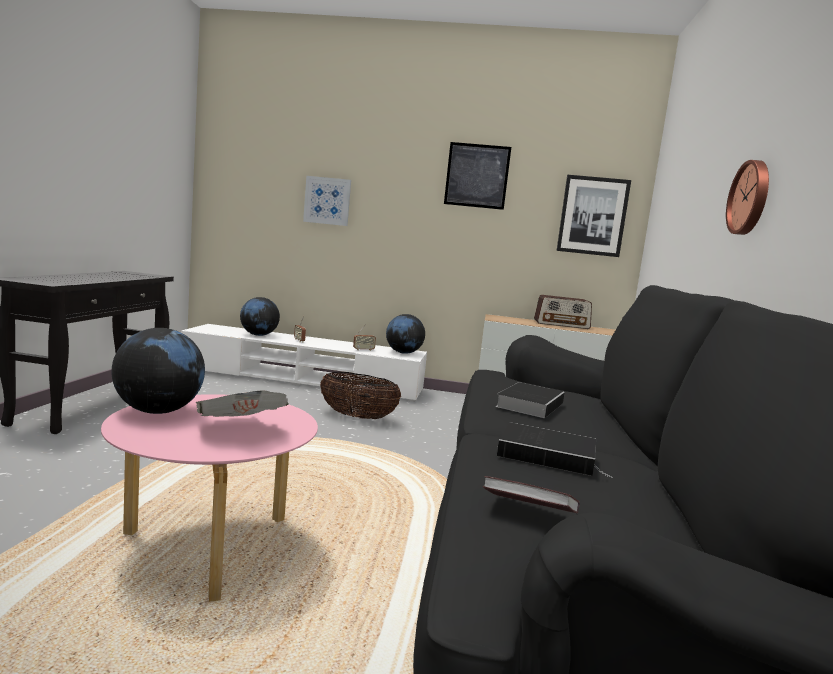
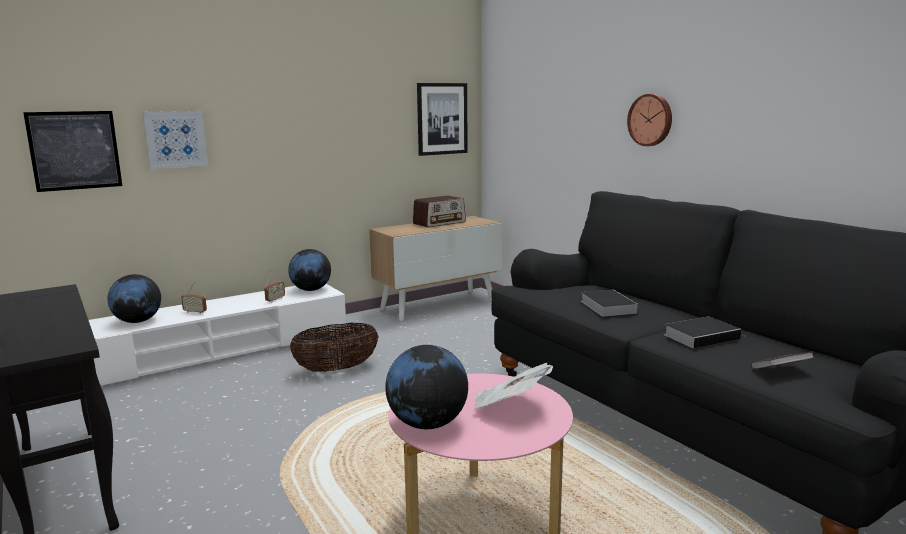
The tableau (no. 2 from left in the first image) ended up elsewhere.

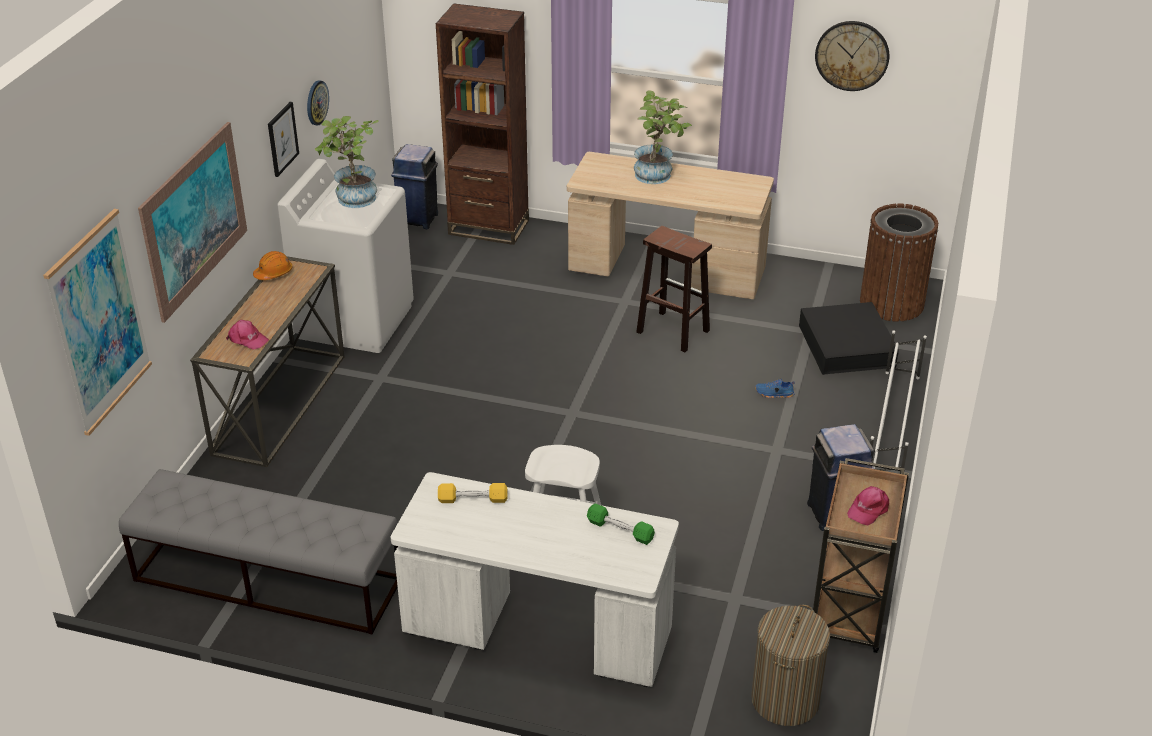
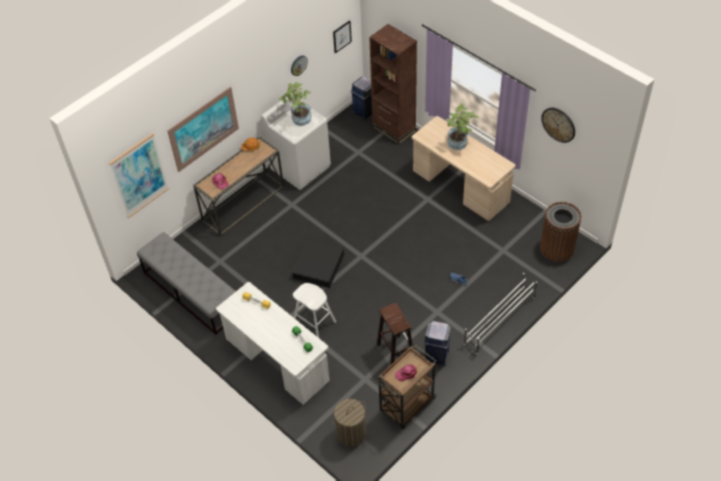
The tableau (no. 3 from left) ended up elsewhere.
The tabouret [marron] ended up elsewhere.
The boîte de rangement [noir] ended up elsewhere.

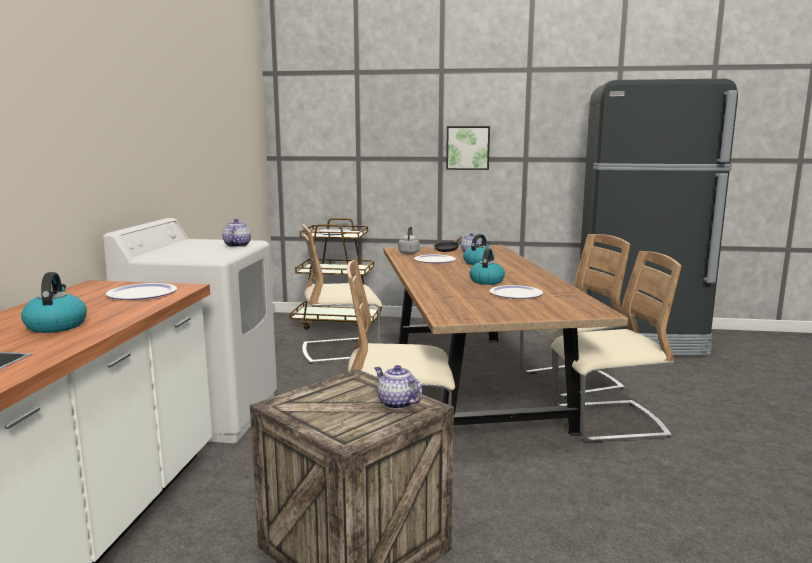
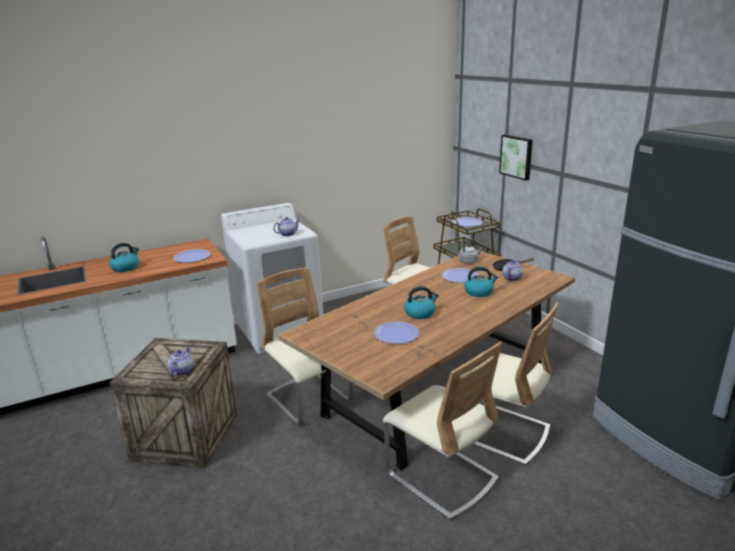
The tableau ended up elsewhere.

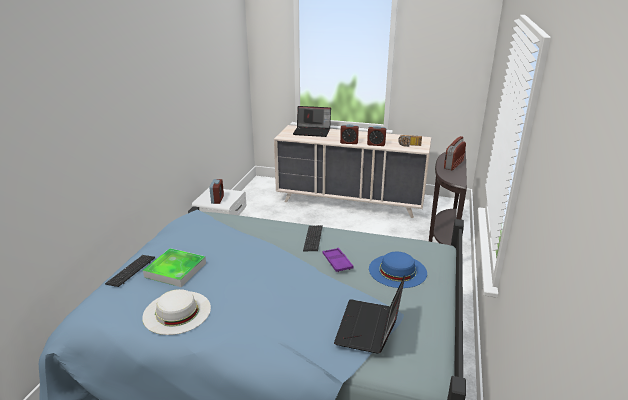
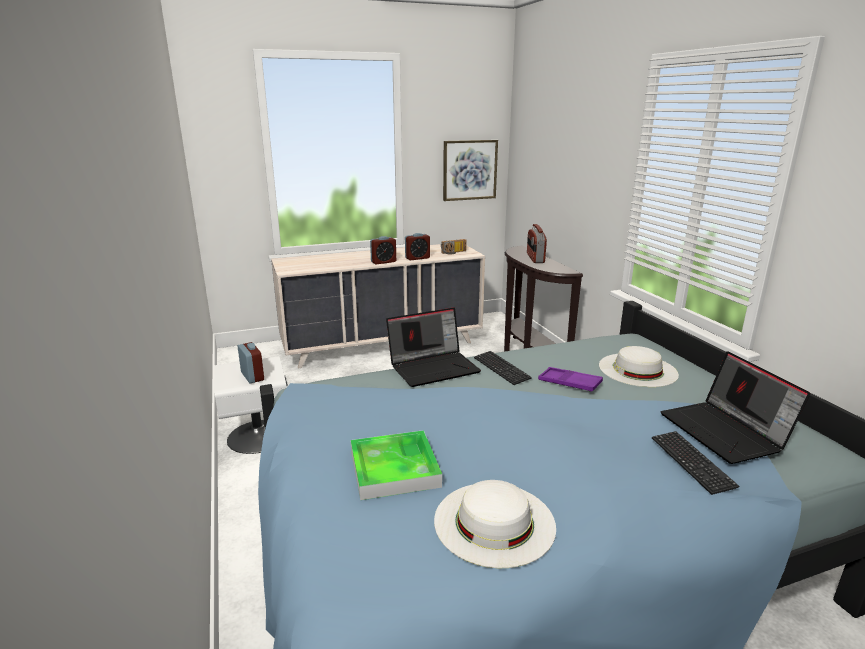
The second view gained the tableau.
The clavier (no. 1 from left in the first image) ended up elsewhere.
The ordinateur portable (no. 1 from left) ended up elsewhere.
What was the chapeau [bleu] turned into the chapeau [blanc] (no. 2 from left).

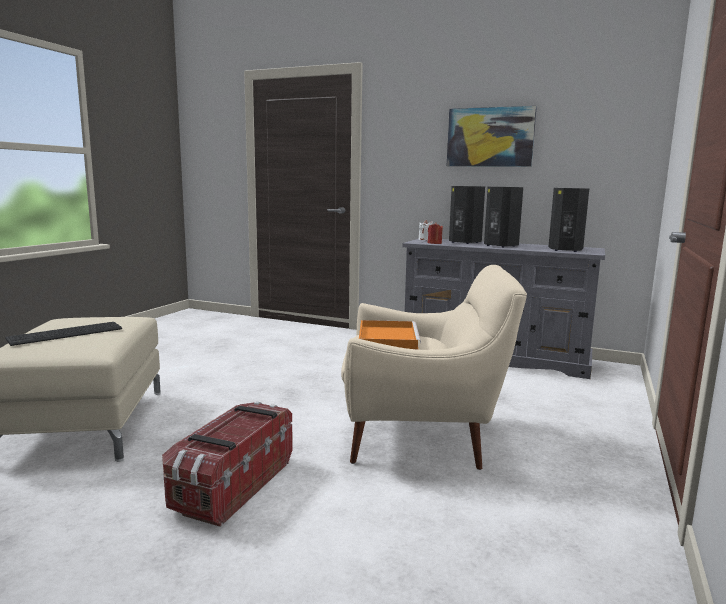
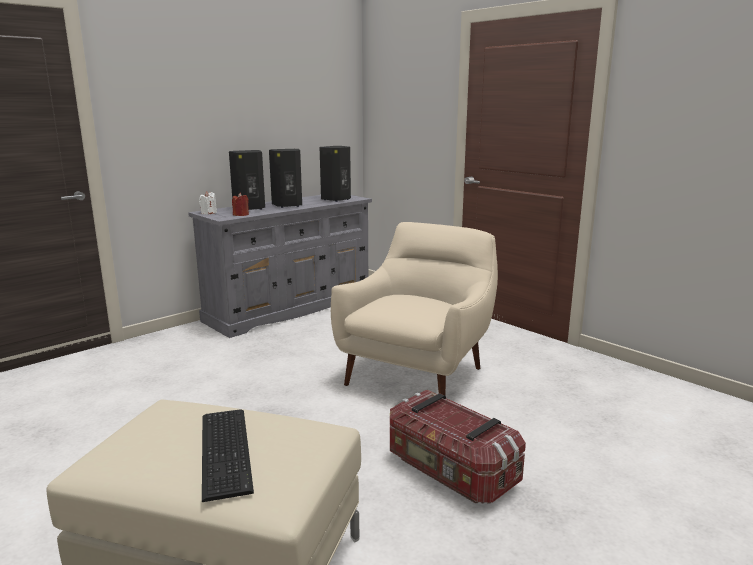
The second view lost the plateau [orange].
The second view lost the tableau.

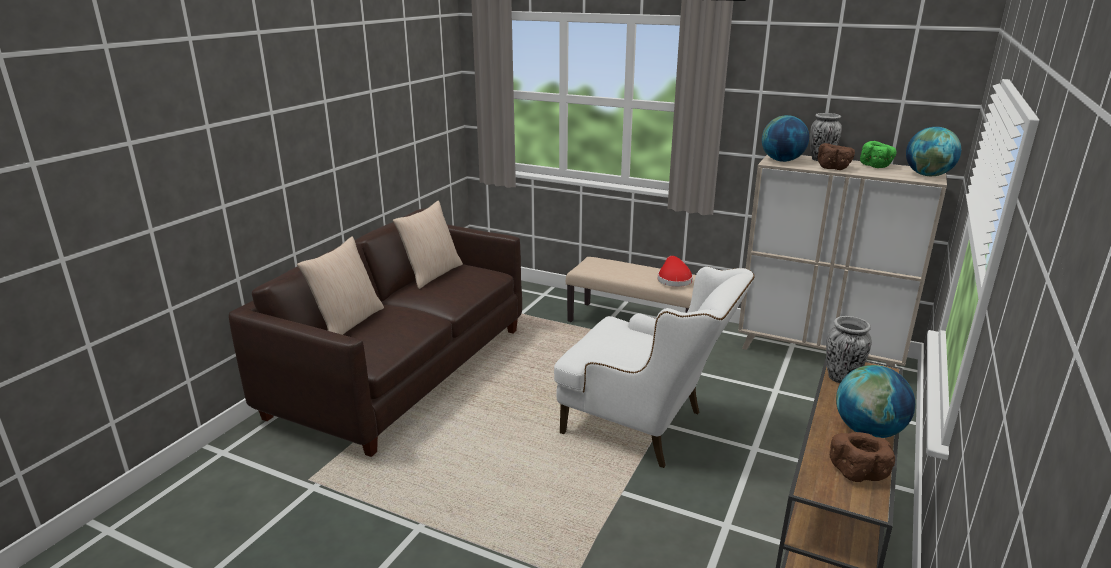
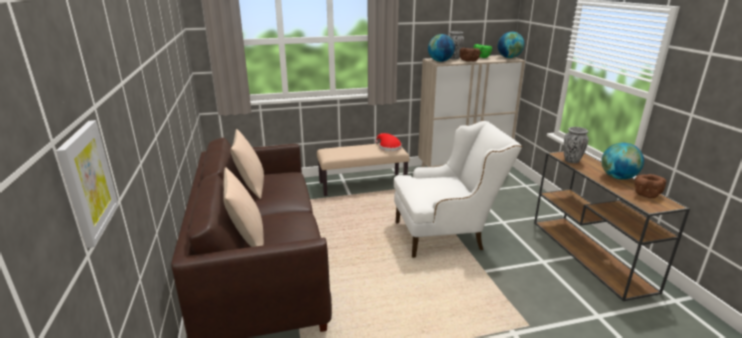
The second view gained the tableau.

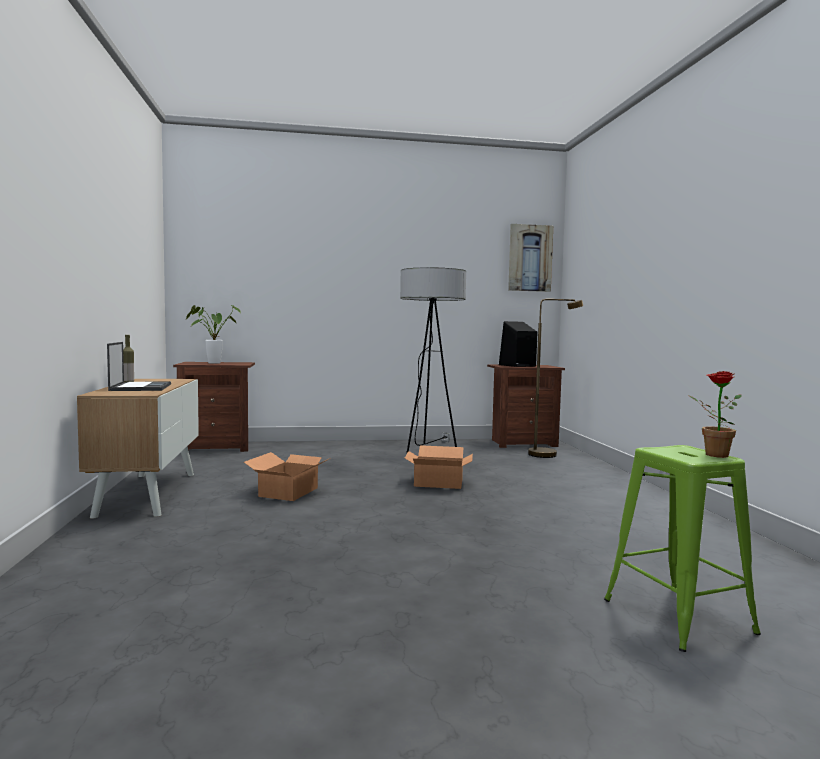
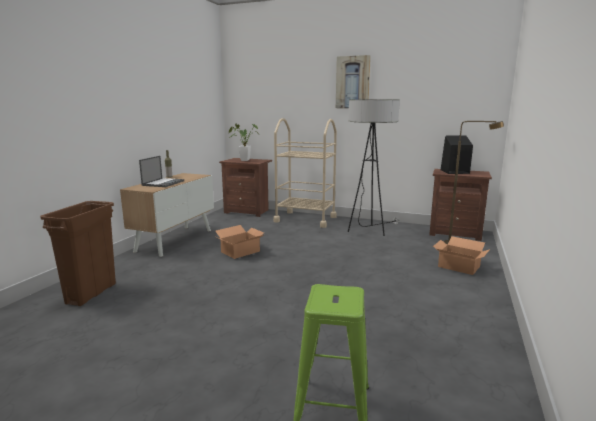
The second view lost the plante en pot (no. 2 from left).
The second view gained the poubelle [marron].
The second view gained the chariot [beige].
The carton (no. 2 from left) ended up elsewhere.
The tableau ended up elsewhere.

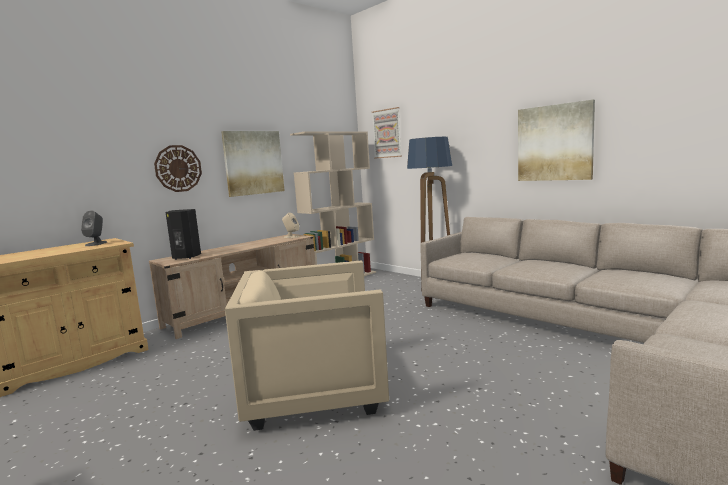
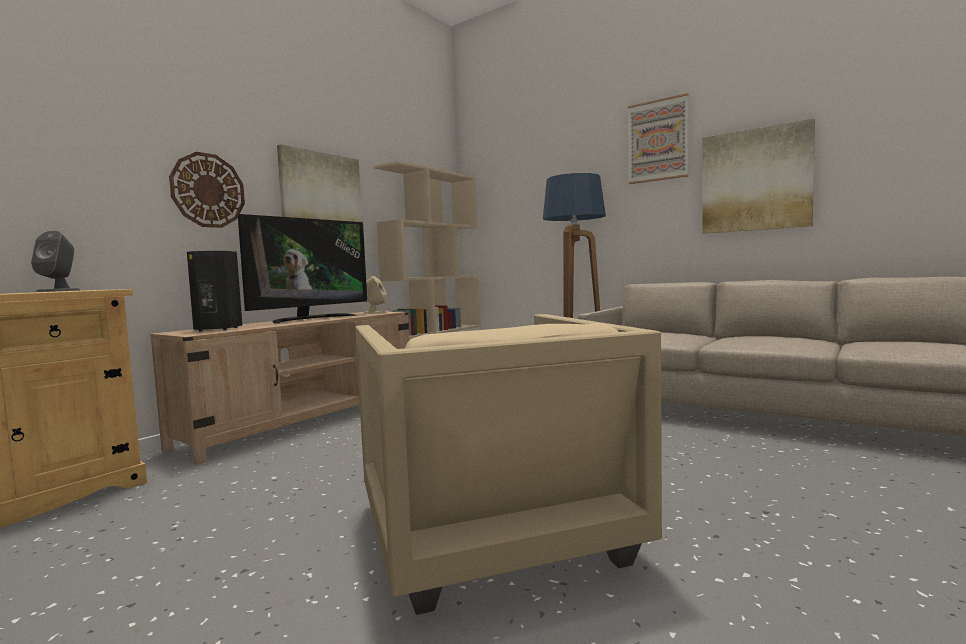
The second view gained the téléviseur.
The tableau (no. 2 from left) ended up elsewhere.
The fauteuil [beige] ended up facing another way, 90 degrees counterclockwise from before.

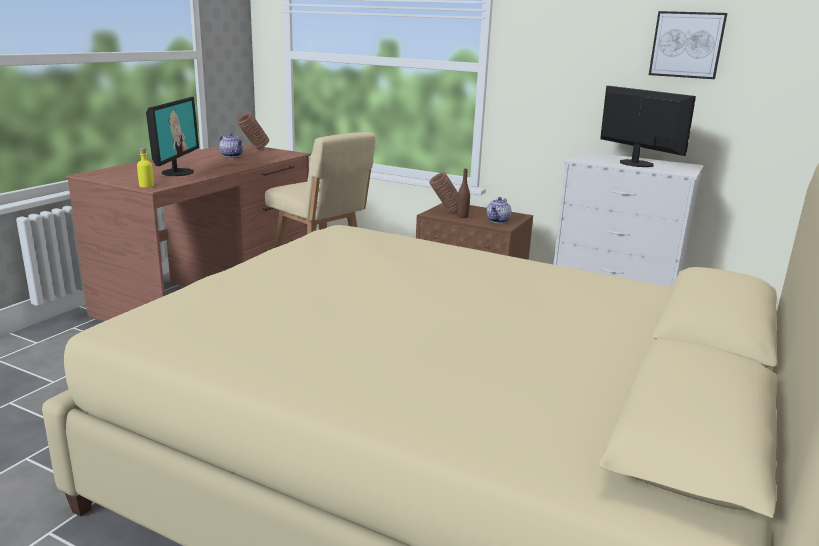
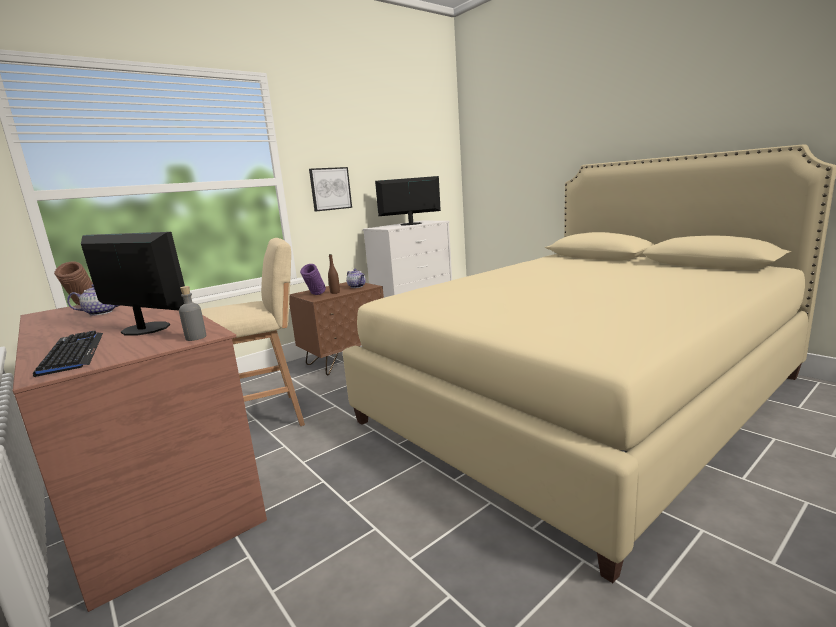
The second view gained the clavier.
The tableau ended up elsewhere.
What was the bouteille [jaune] turned into the bouteille [gris].
What was the vase [marron] (no. 2 from left) turned into the vase [violet].

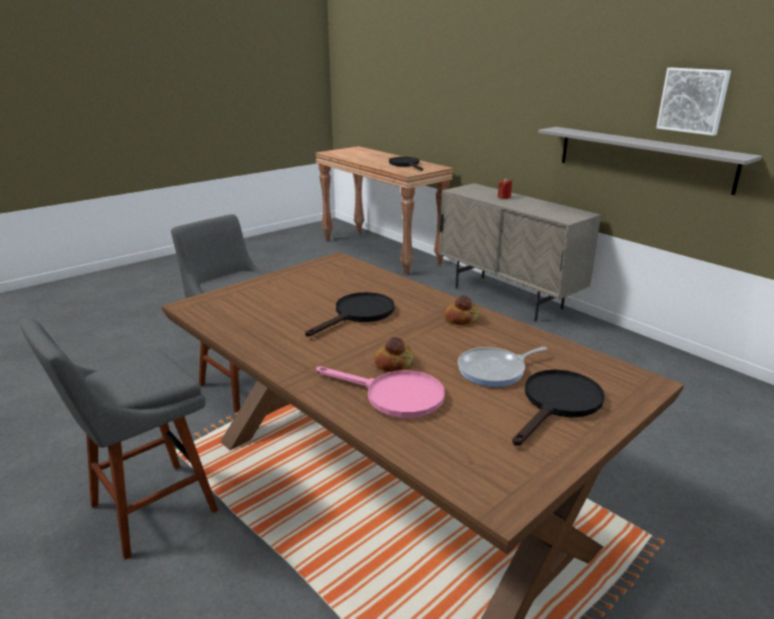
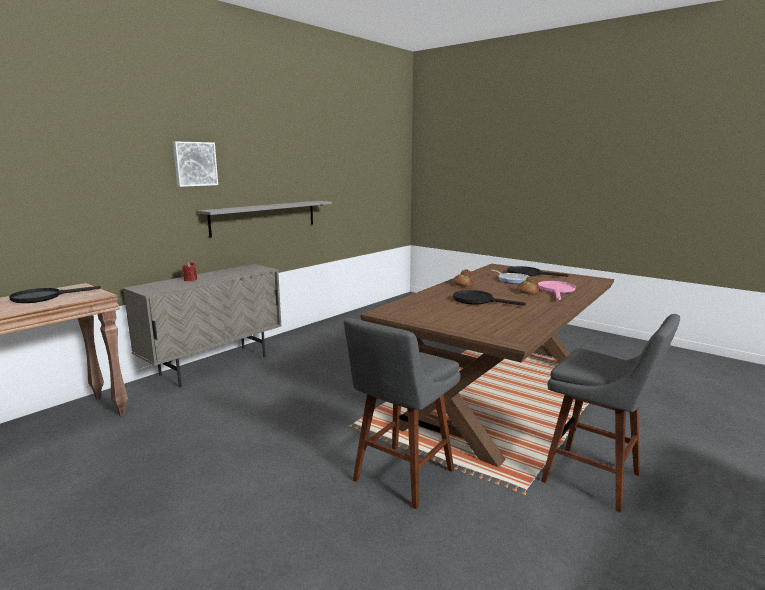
The tableau ended up elsewhere.

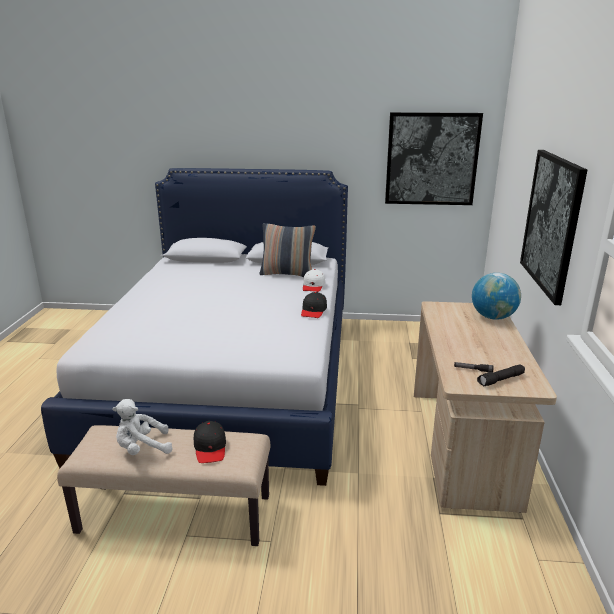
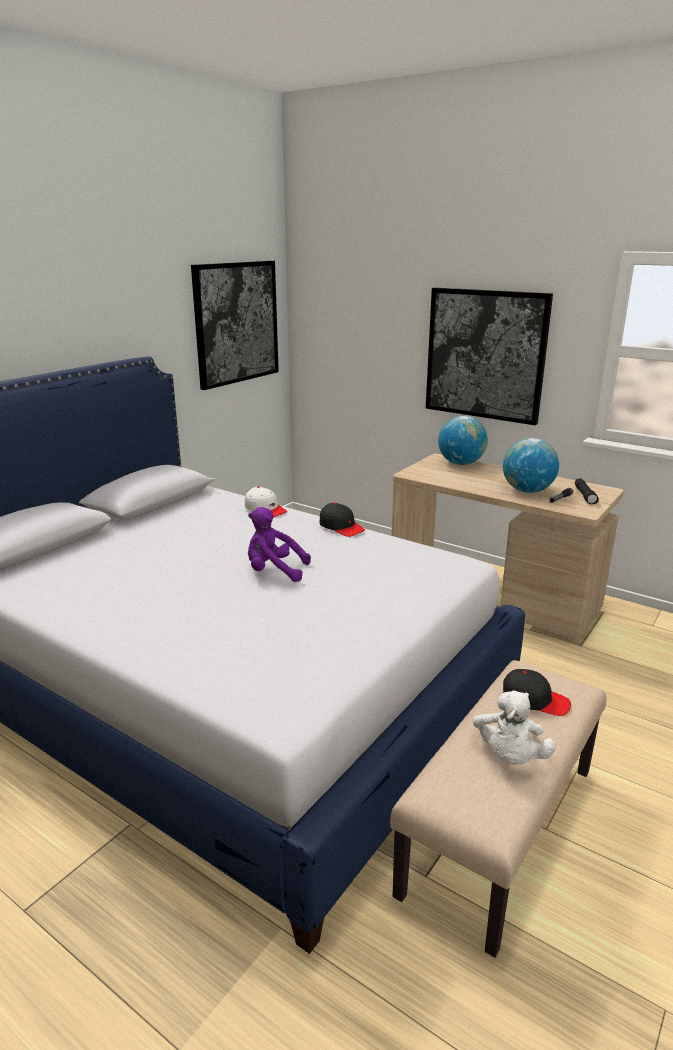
The second view lost the coussin.
The second view gained the peluche [violet].
The second view gained the globe (no. 2 from left).

